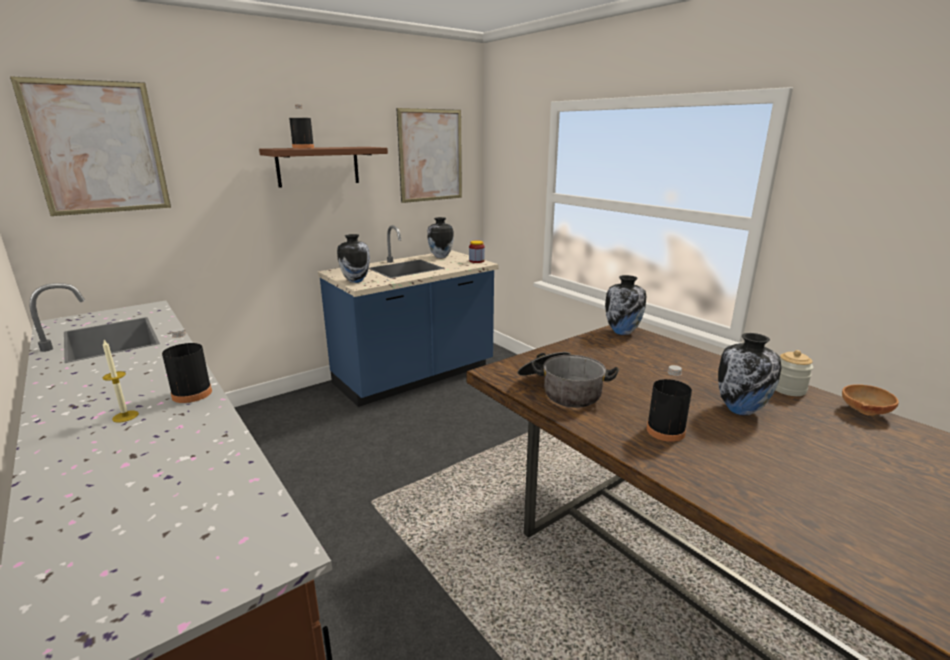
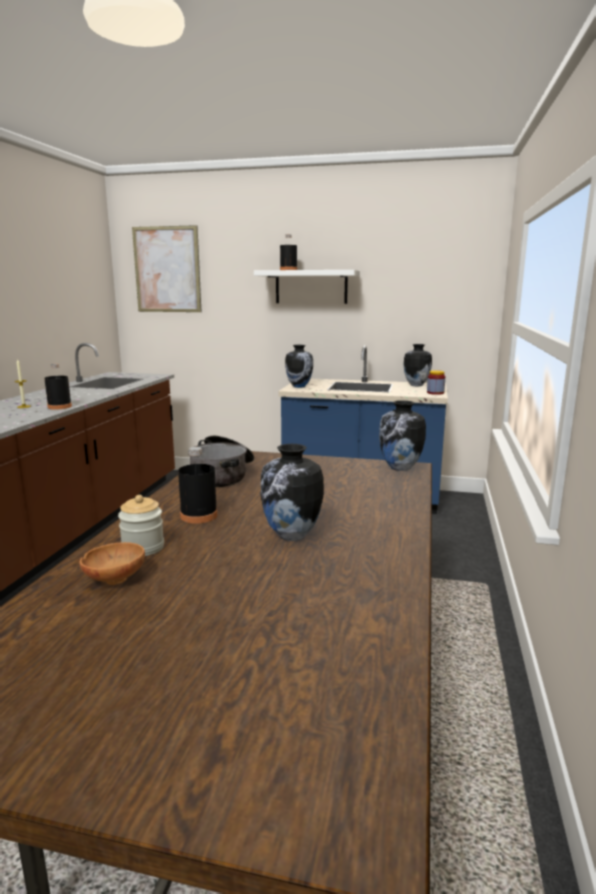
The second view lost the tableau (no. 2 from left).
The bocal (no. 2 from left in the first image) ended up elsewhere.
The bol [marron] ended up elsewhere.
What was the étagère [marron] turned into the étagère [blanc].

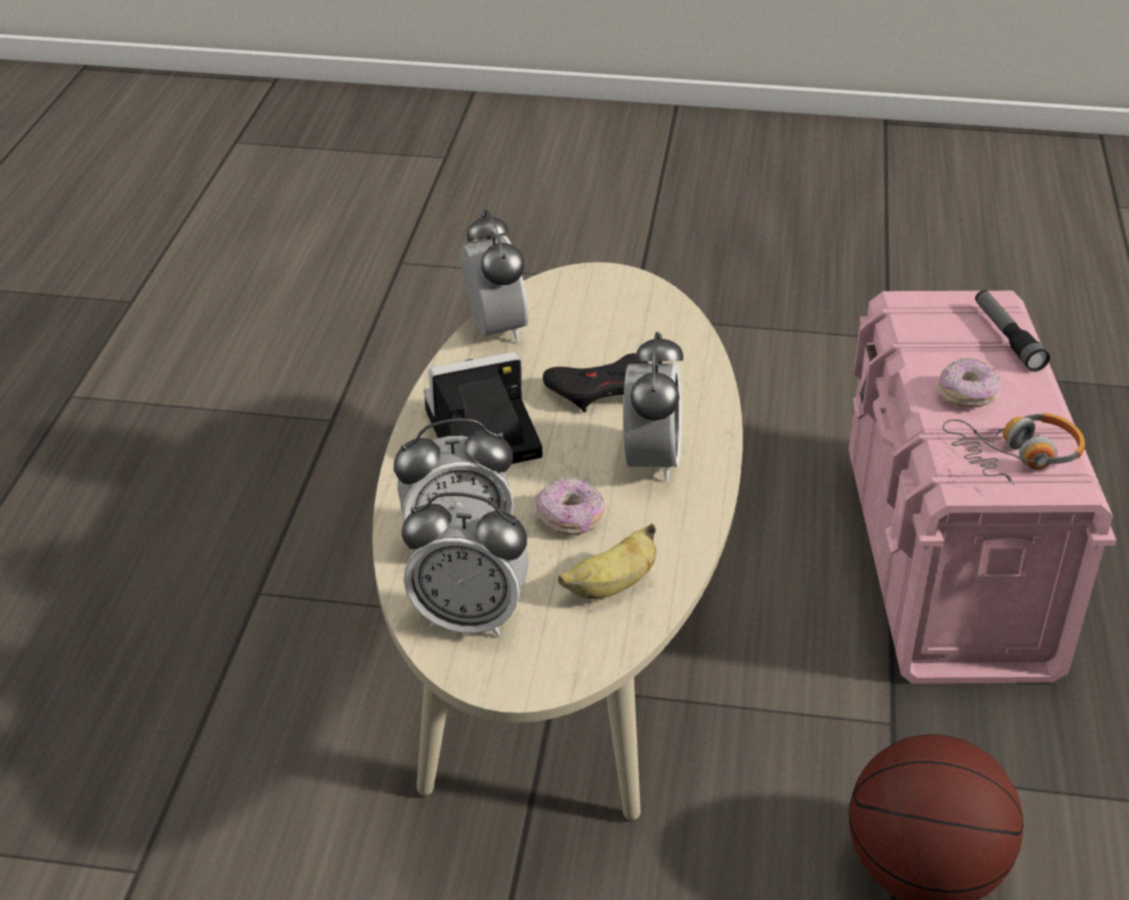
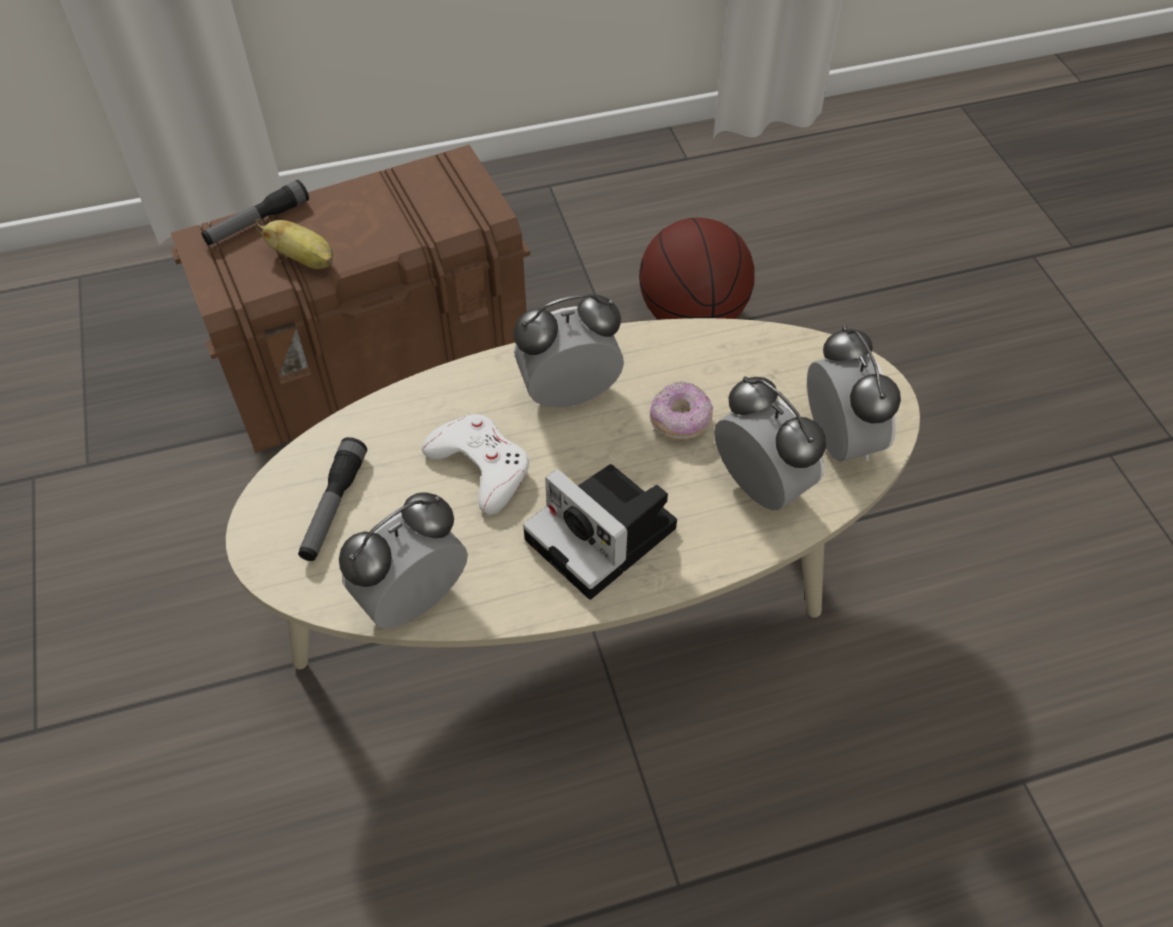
The second view lost the beignet (no. 2 from left).
The second view lost the casque audio.
The second view gained the lampe de poche (no. 2 from left).
The banane ended up elsewhere.
What was the manette [noir] turned into the manette [blanc].
What was the boîte de rangement [rose] turned into the boîte de rangement [marron].

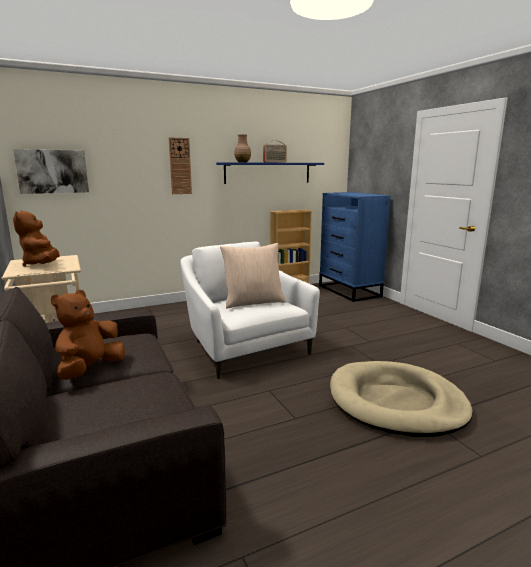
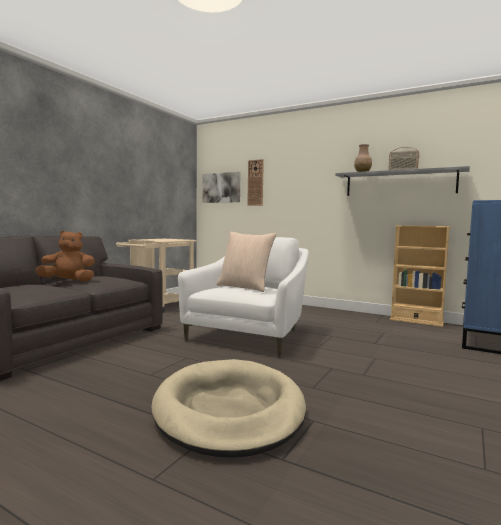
The second view lost the peluche [marron] (no. 1 from left).
The horloge murale ended up elsewhere.
What was the étagère [bleu] turned into the étagère [gris].

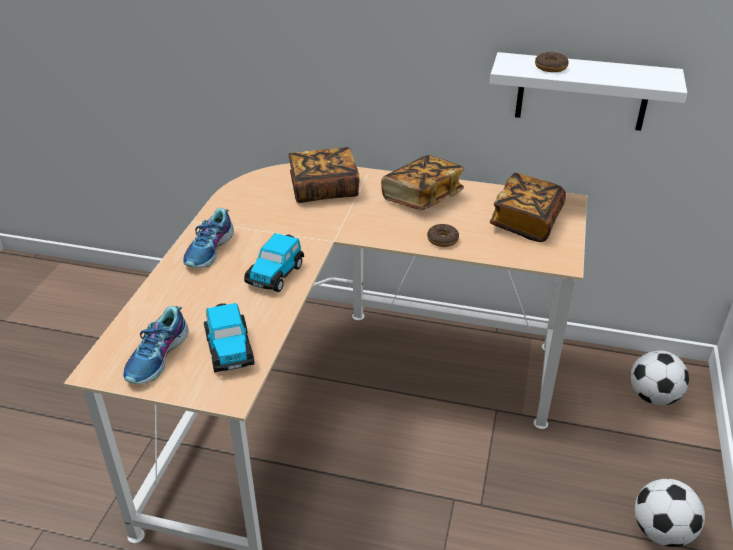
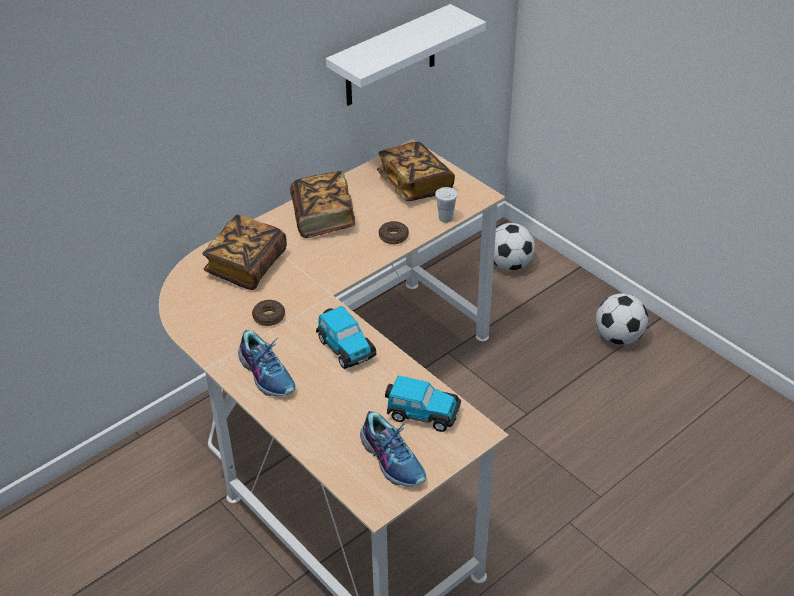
The second view gained the tasse [blanc].
The beignet (no. 2 from left in the first image) ended up elsewhere.

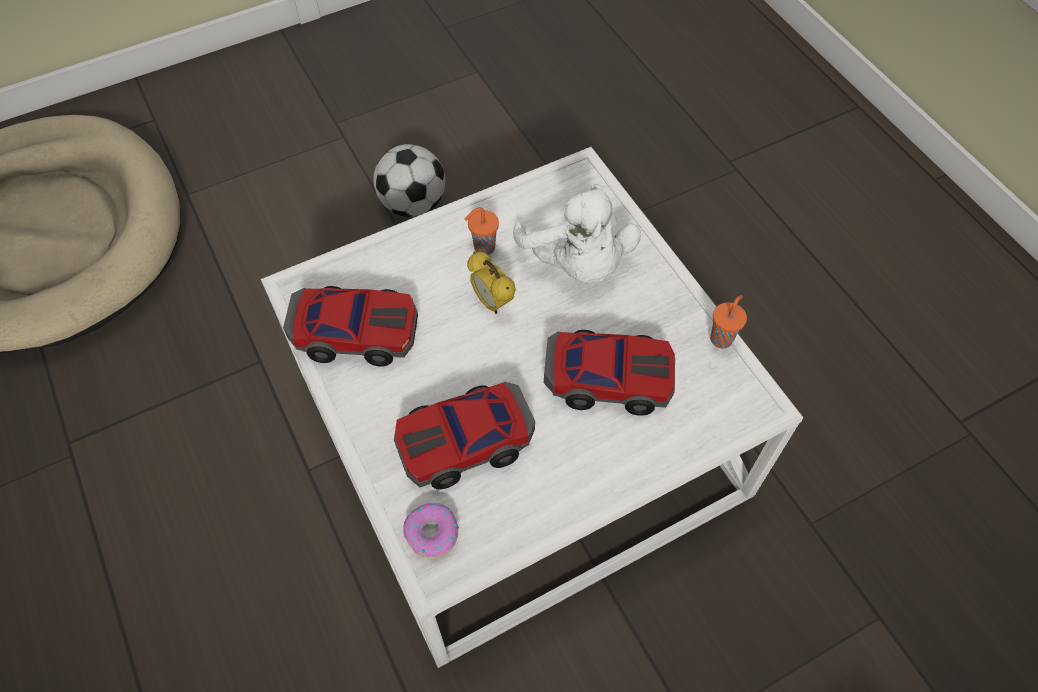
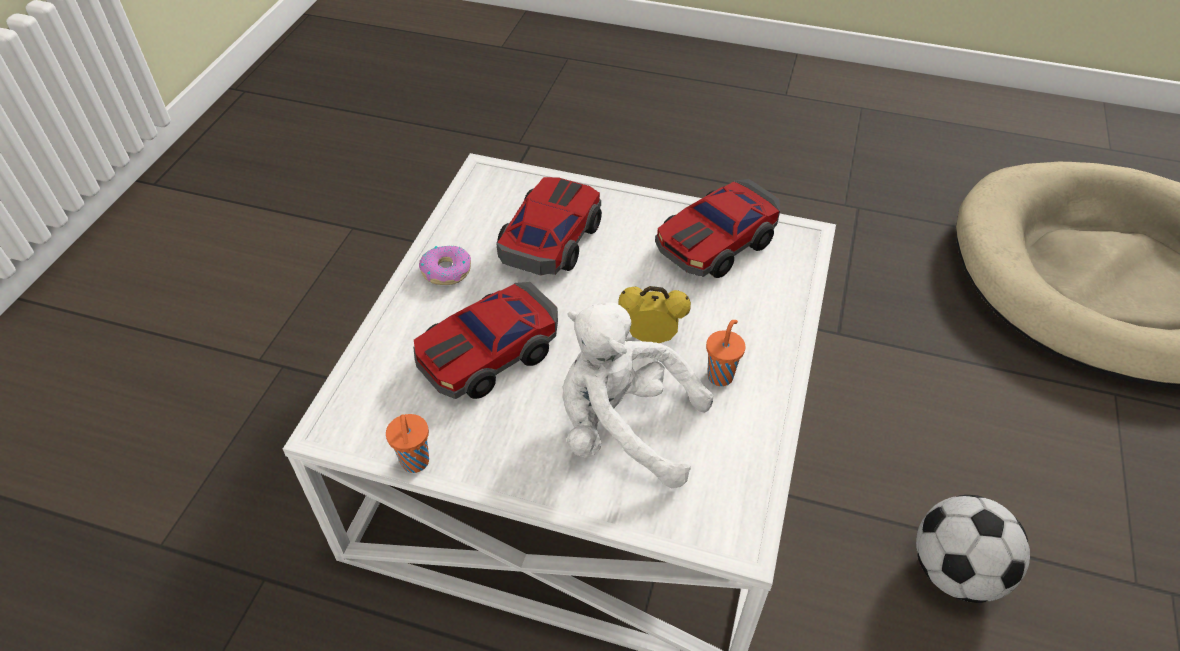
The beignet ended up elsewhere.

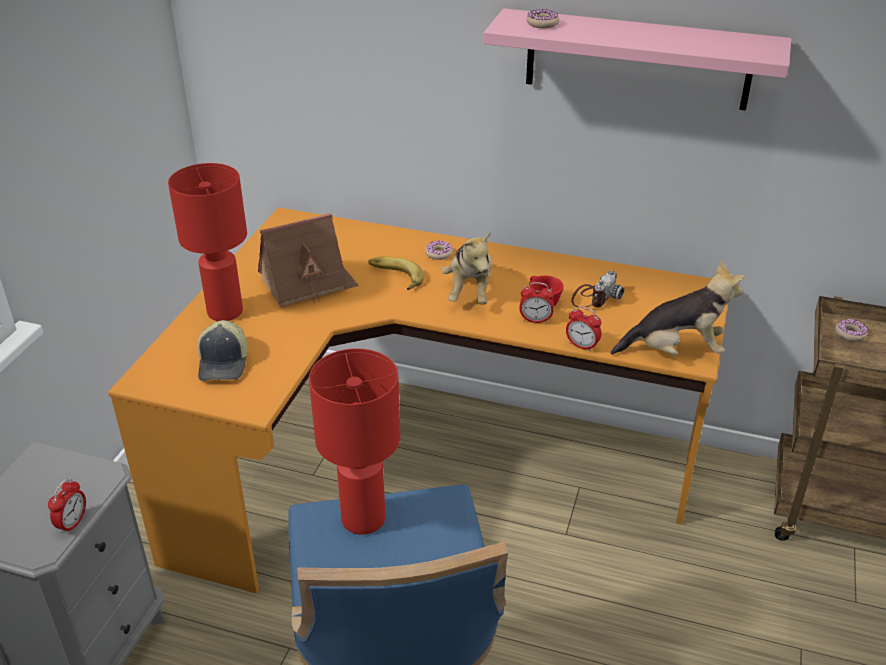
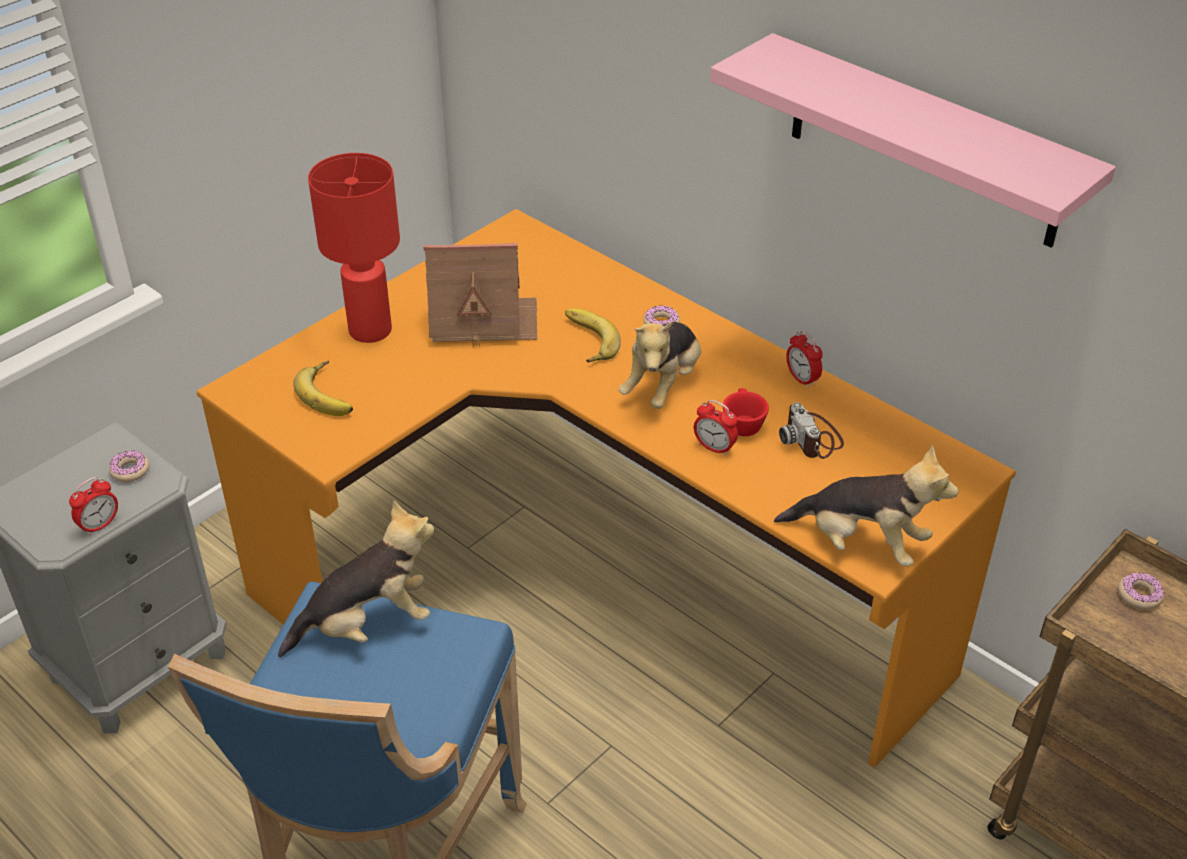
The beignet (no. 2 from left in the first image) ended up elsewhere.
The réveil (no. 3 from left) ended up elsewhere.
Where the casquette stood, the banane (no. 1 from left) came to stand.
Where the lampe de table [rouge] (no. 2 from left) stood, the peluche (no. 1 from left) came to stand.
The appareil photo ended up facing another way, 105 degrees clockwise from before.

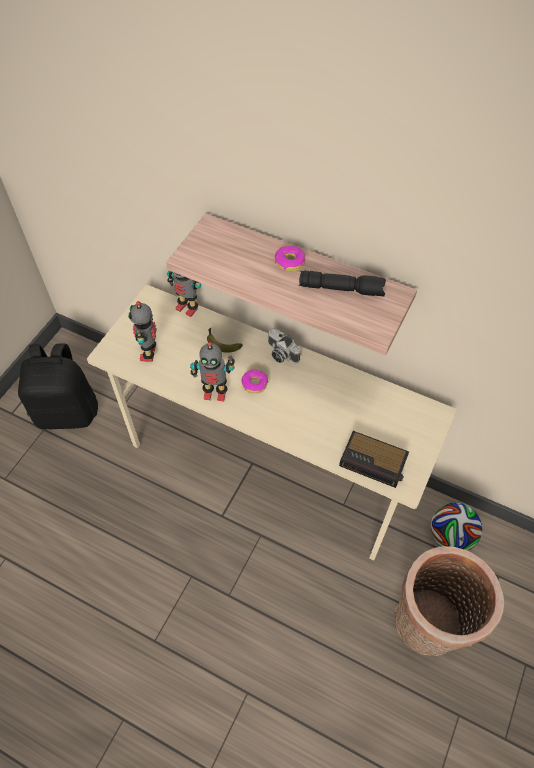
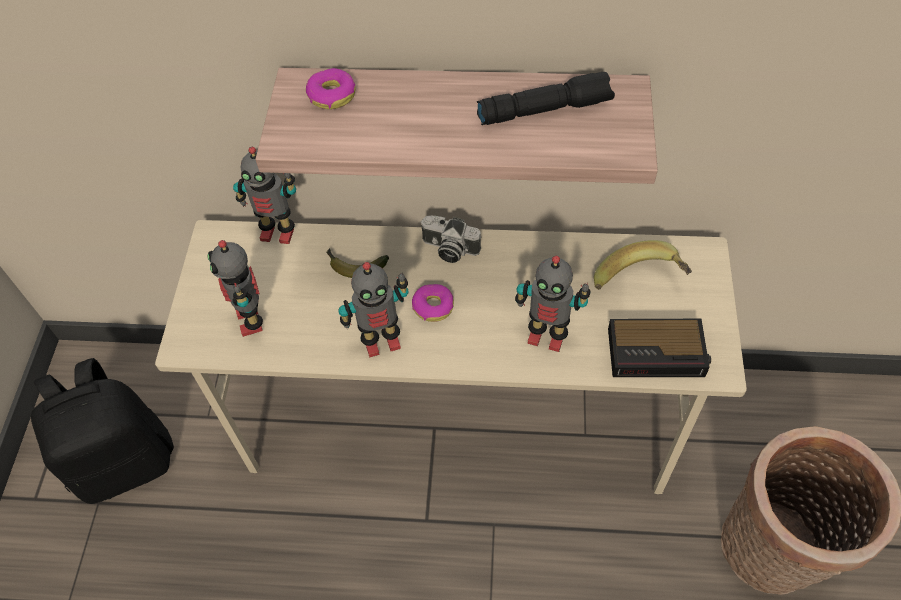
The second view lost the ballon de foot.
The second view gained the robot jouet (no. 4 from left).
The second view gained the banane (no. 2 from left).
The beignet (no. 2 from left in the first image) ended up elsewhere.

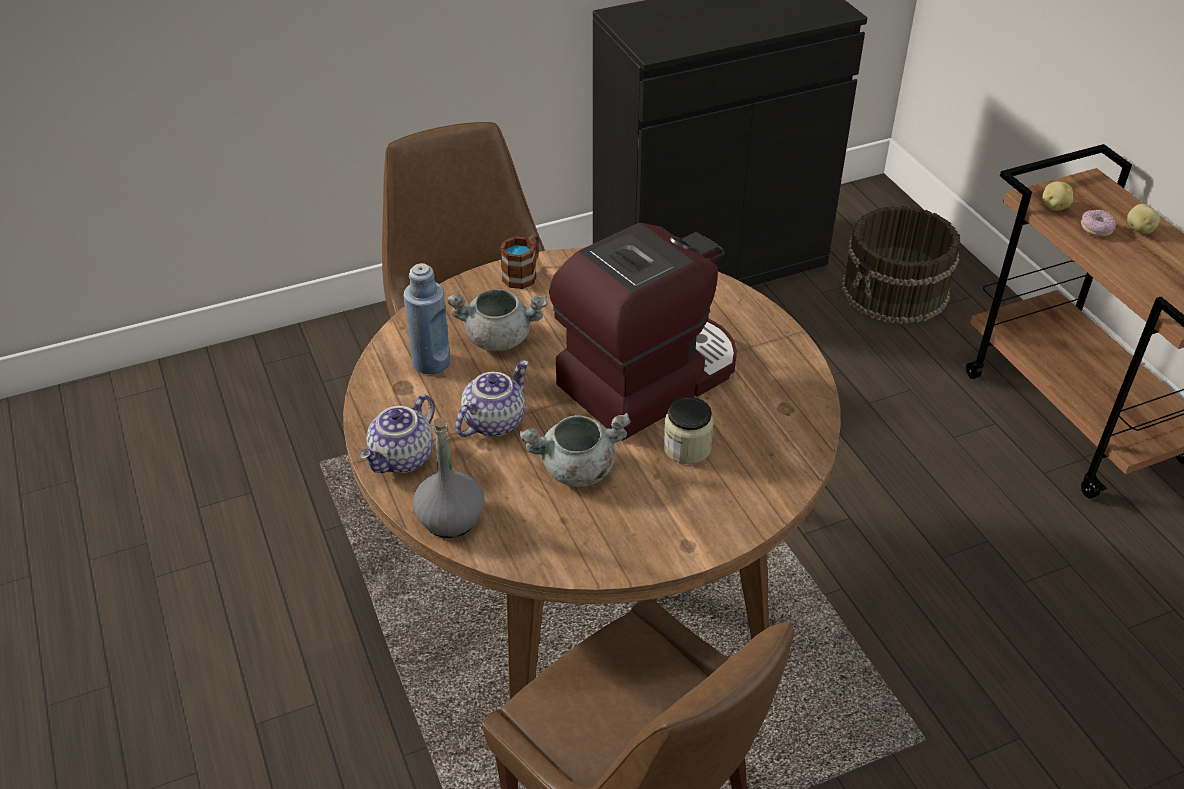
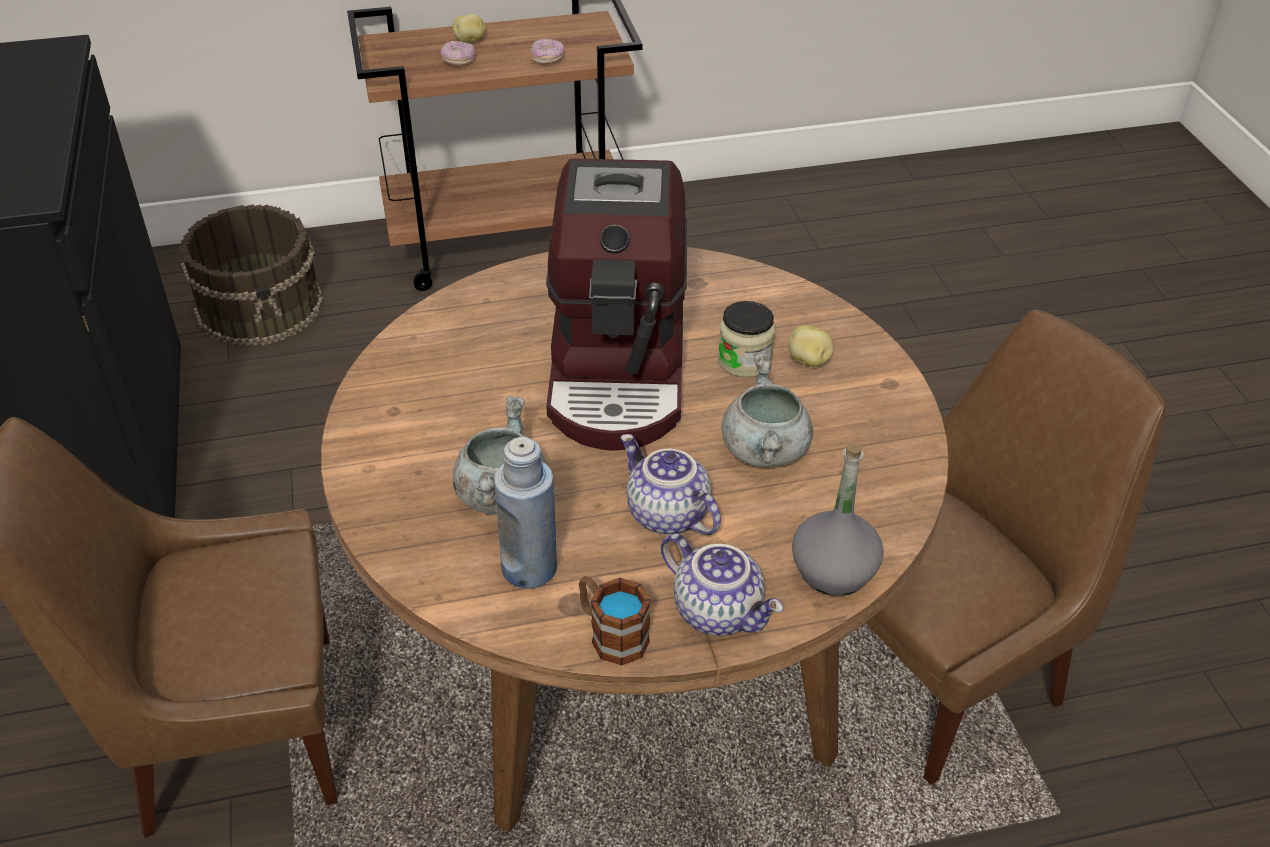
The second view gained the beignet (no. 2 from left).
The mug ended up elsewhere.
The pomme de terre (no. 1 from left in the first image) ended up elsewhere.
The machine à café ended up facing another way, 150 degrees counterclockwise from before.

